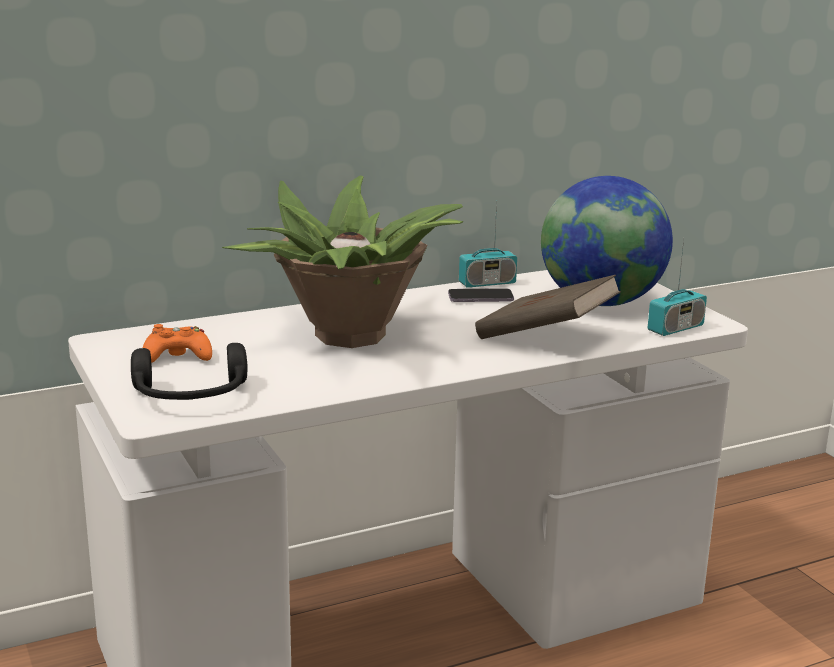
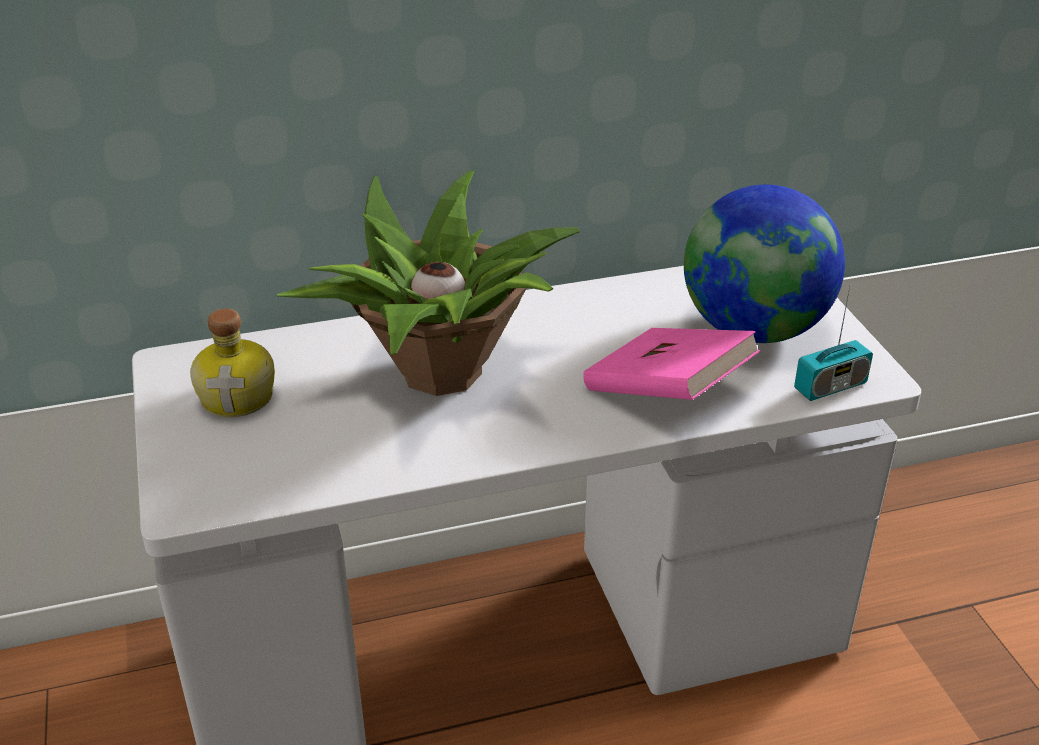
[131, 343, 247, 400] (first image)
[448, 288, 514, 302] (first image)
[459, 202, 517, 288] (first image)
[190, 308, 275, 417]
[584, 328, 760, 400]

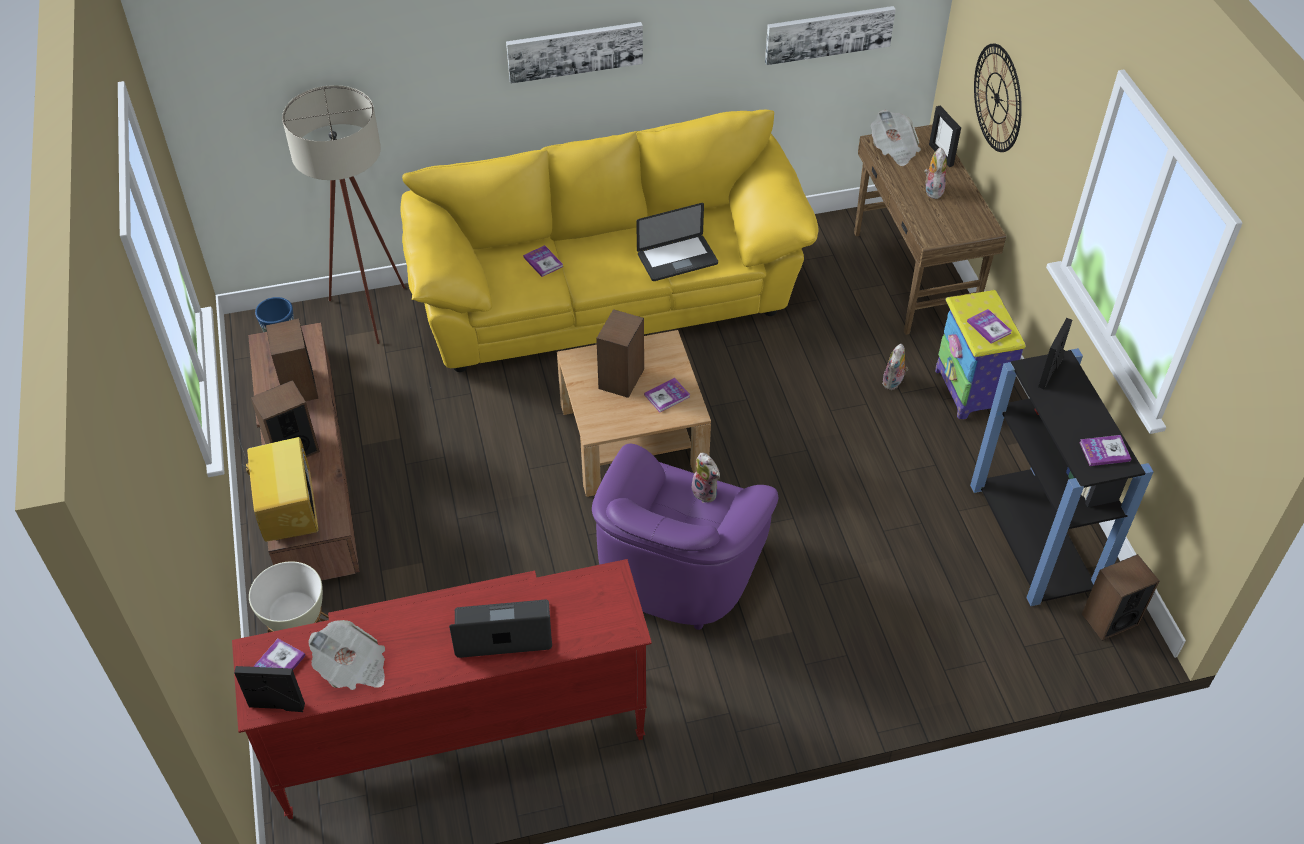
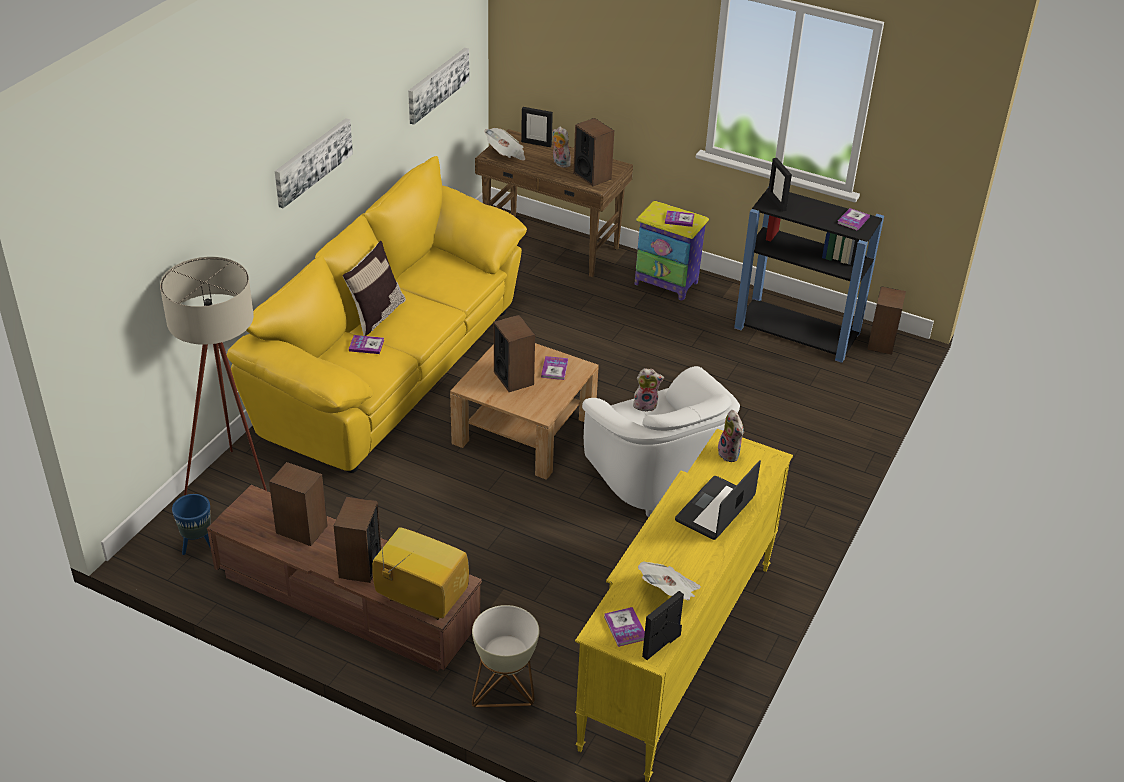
[636, 203, 718, 281] (first image)
[974, 43, 1022, 152] (first image)
[343, 241, 406, 336]
[573, 118, 614, 186]
[718, 410, 744, 462]
[575, 429, 793, 782]
[582, 366, 740, 517]

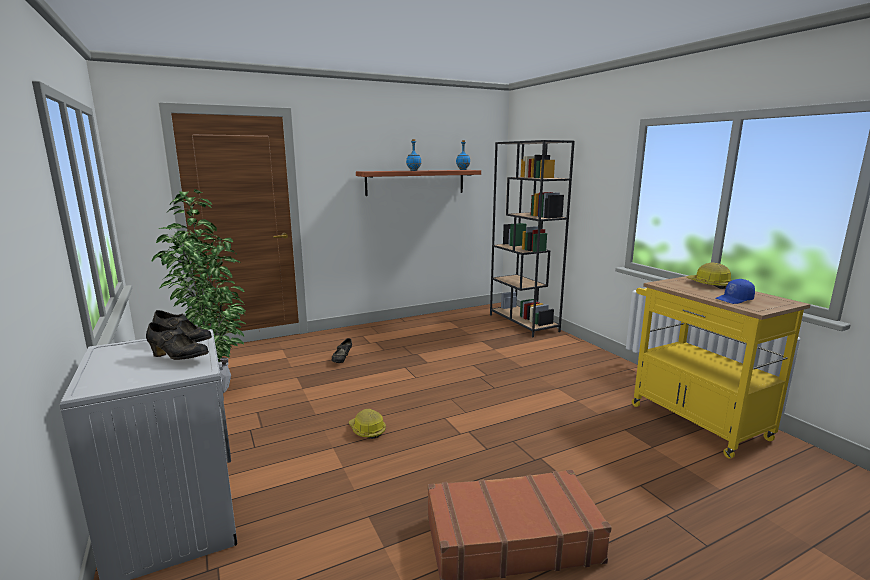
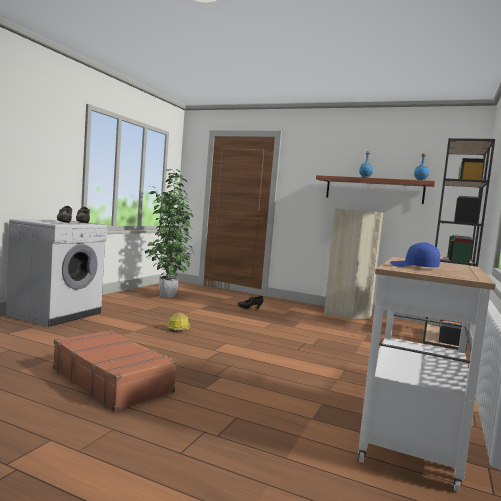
[686, 263, 731, 289] (first image)
[324, 208, 383, 319]
[357, 257, 496, 492]

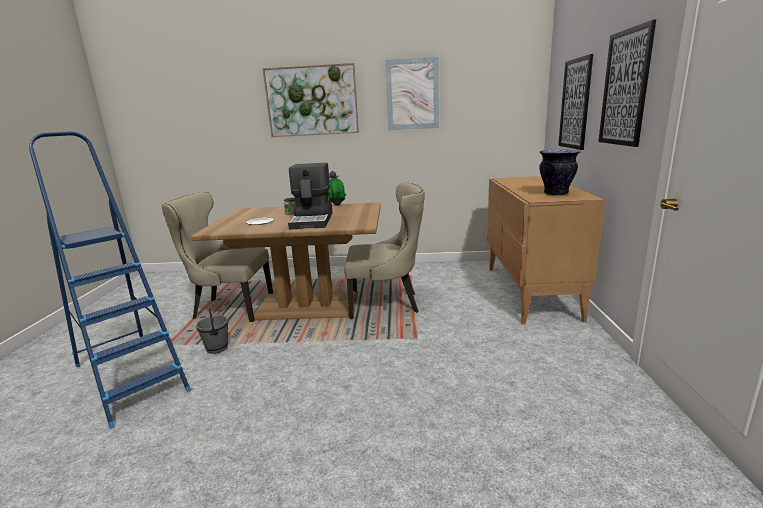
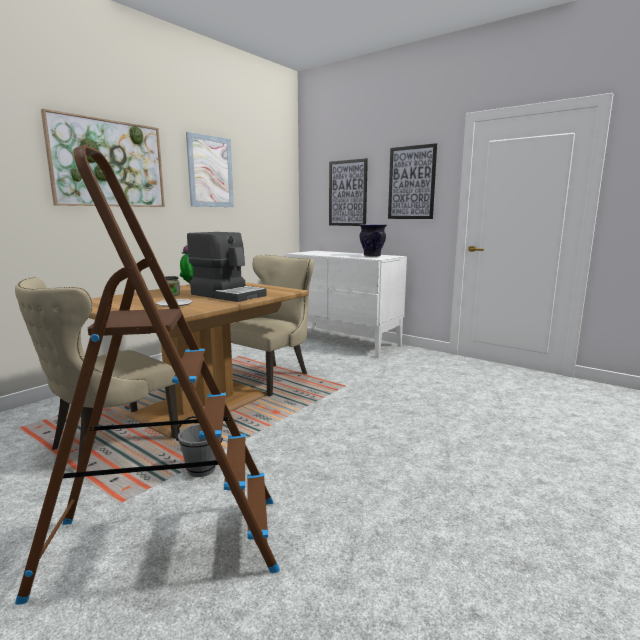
[15, 145, 280, 605]
[285, 251, 407, 357]

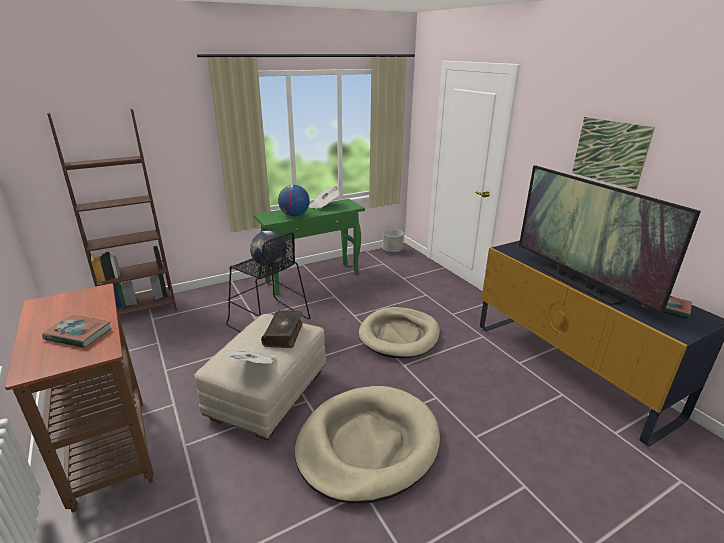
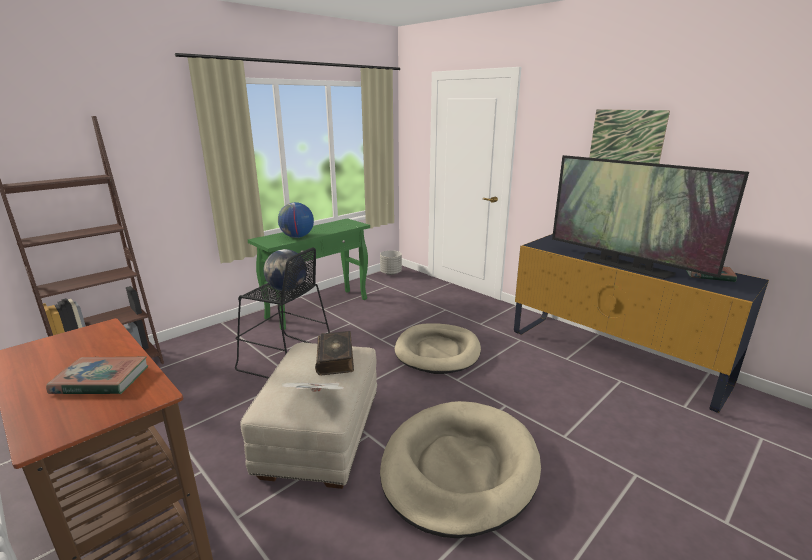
[309, 186, 340, 209] (first image)

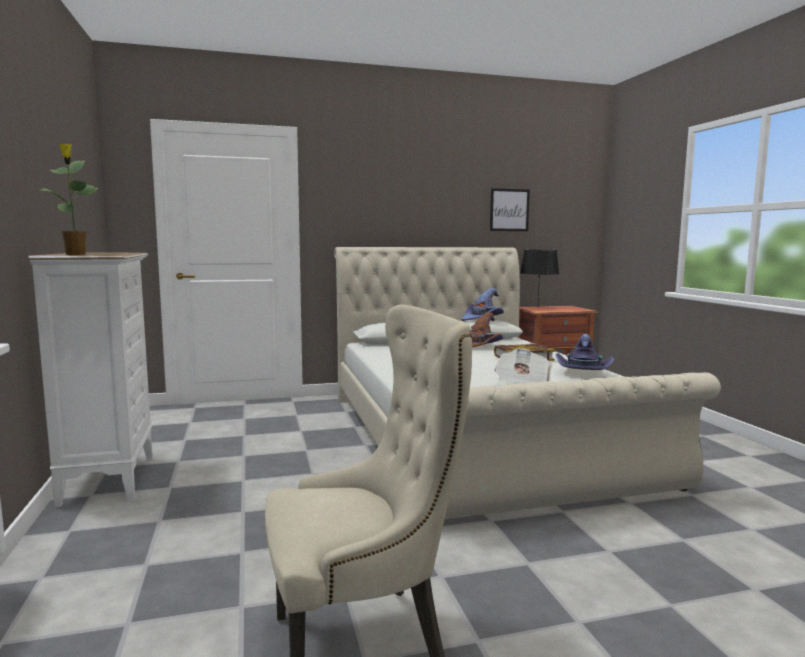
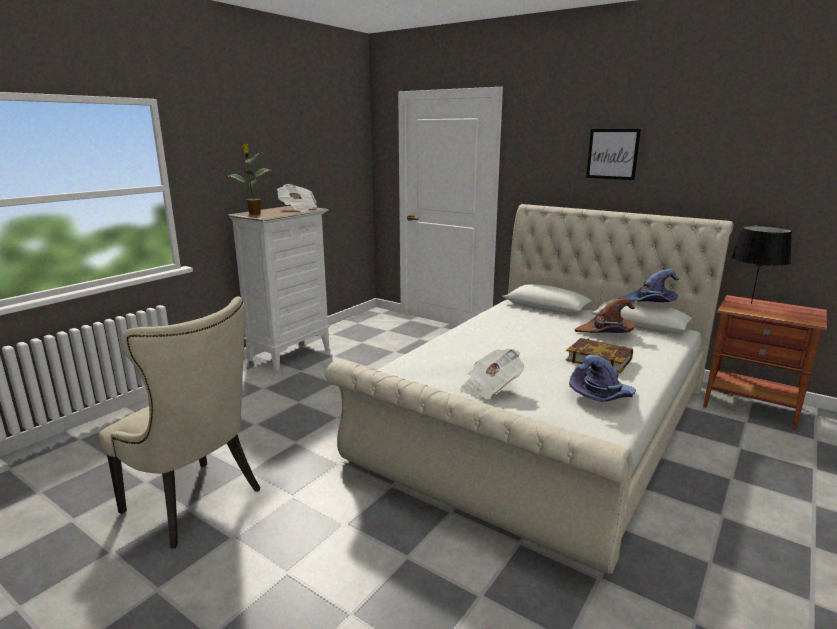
[277, 184, 317, 211]
[586, 129, 641, 180]

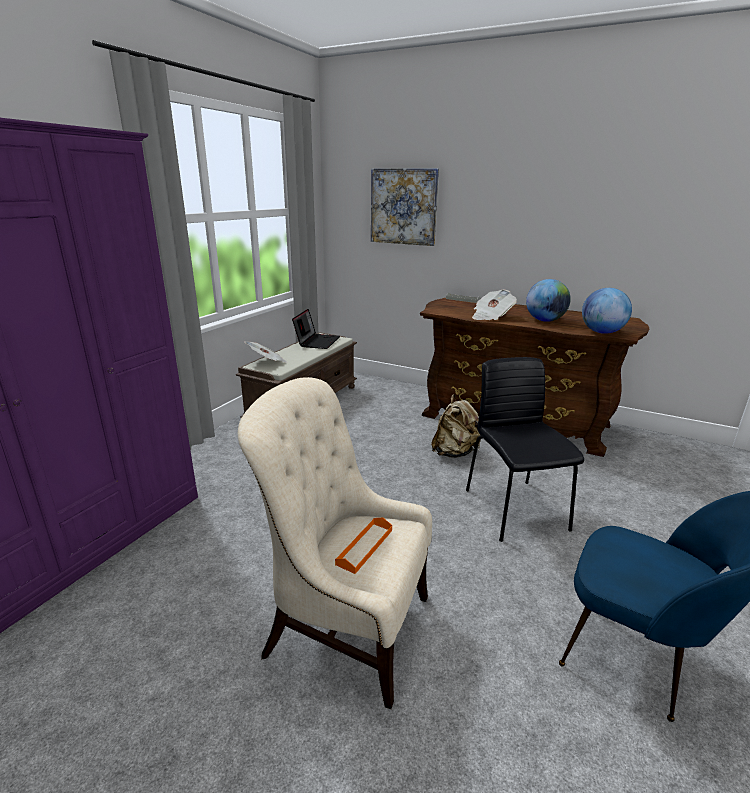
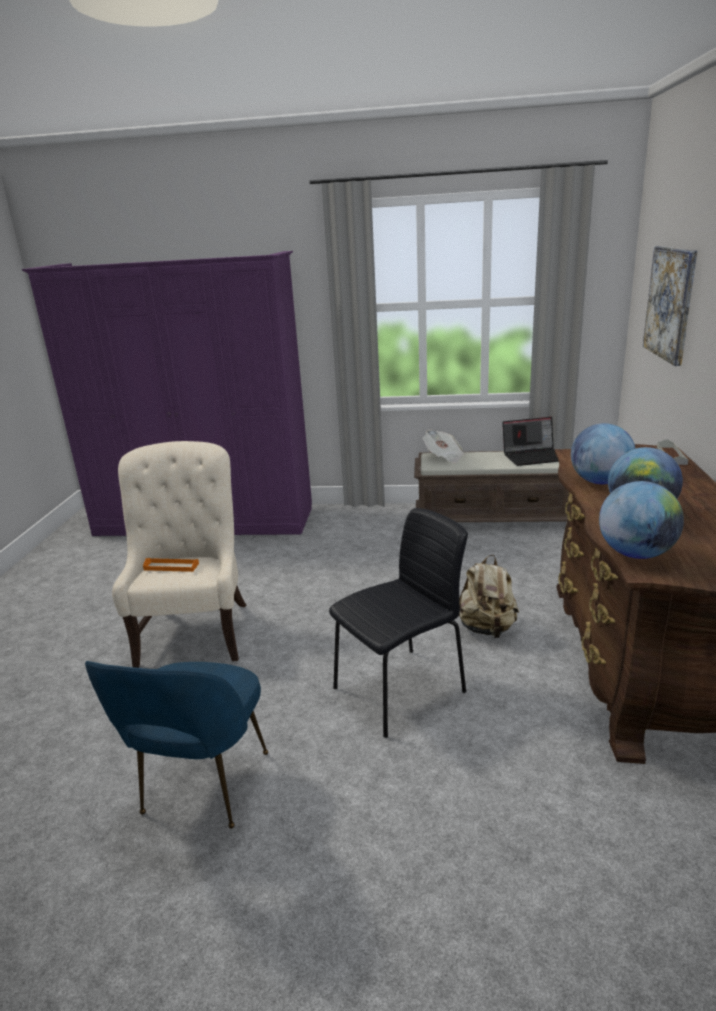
[571, 423, 635, 484]

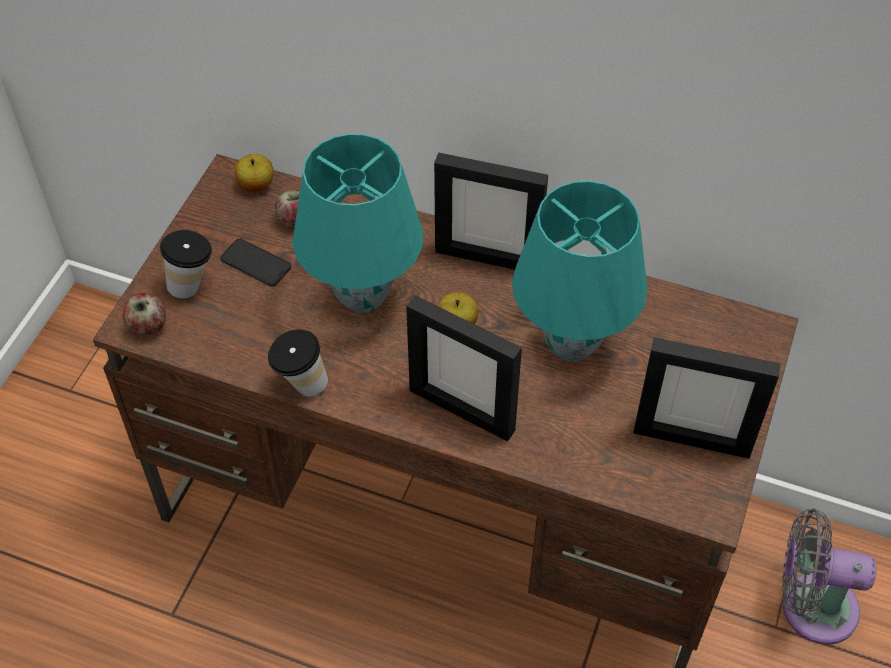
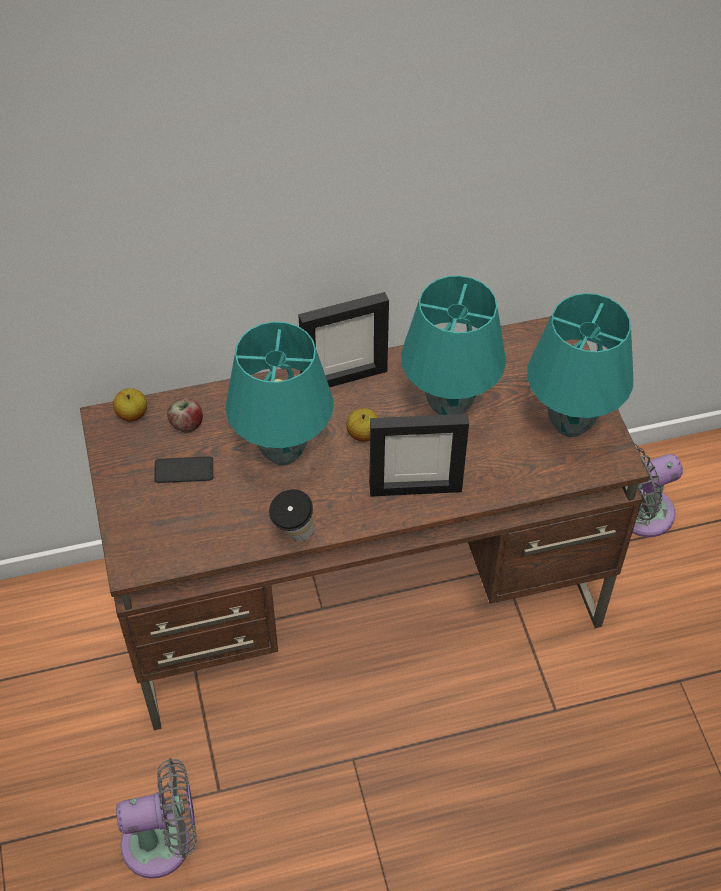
[123, 293, 166, 336] (first image)
[160, 230, 212, 298] (first image)
[116, 758, 197, 878]
[527, 293, 633, 437]

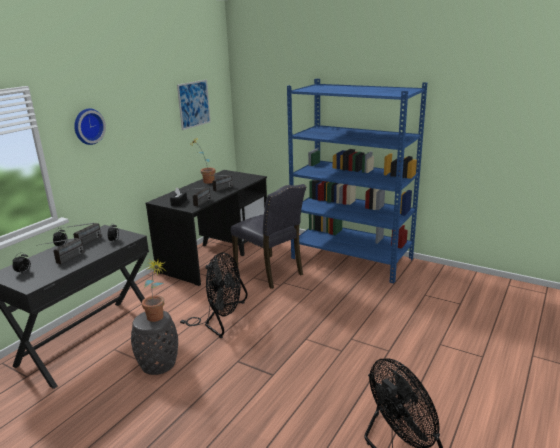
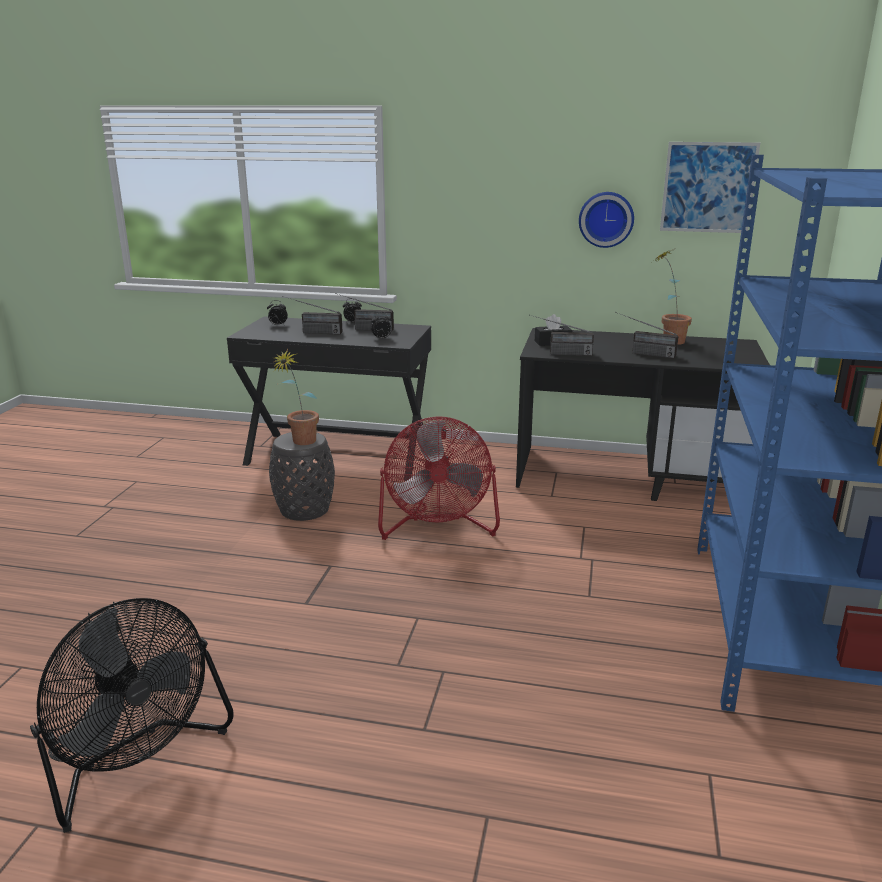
[231, 184, 306, 289] (first image)
[579, 192, 634, 248]
[378, 417, 500, 540]

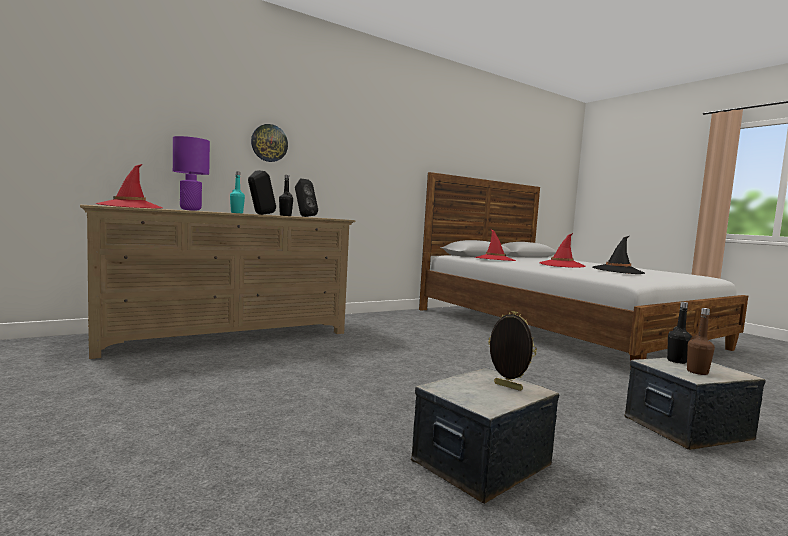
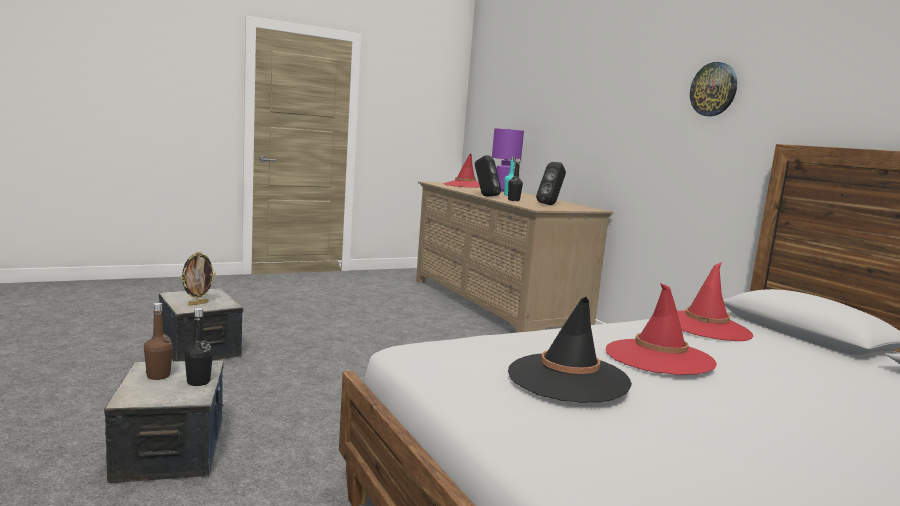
[690, 62, 737, 116]

